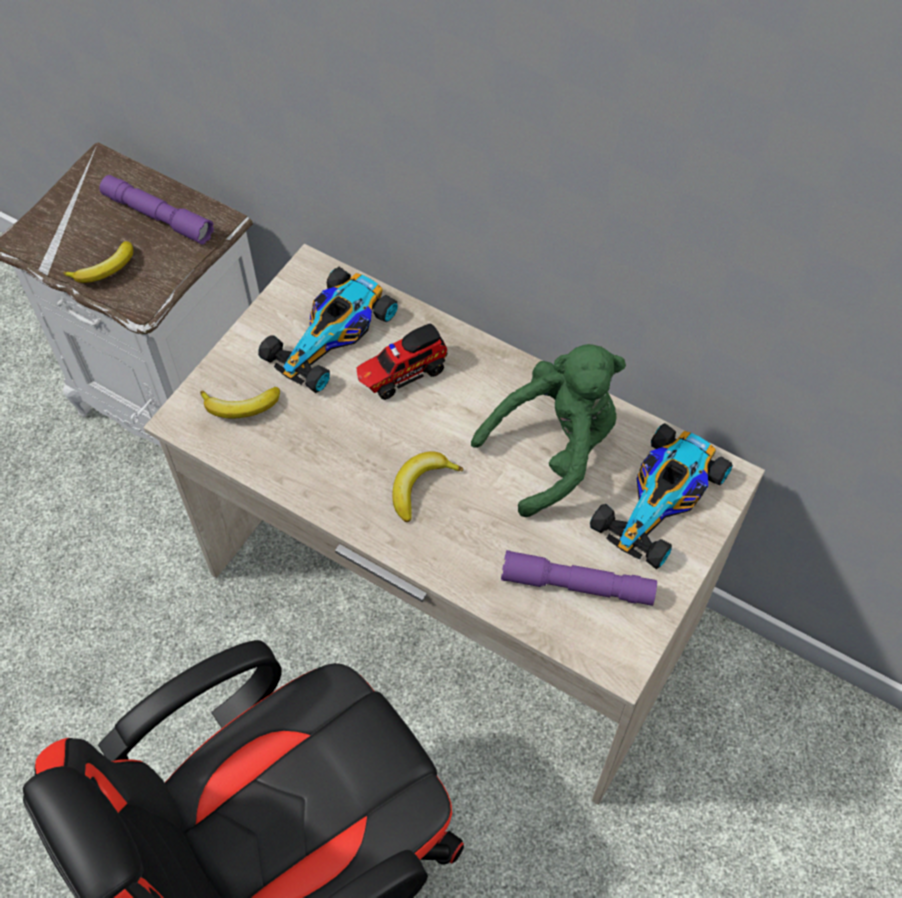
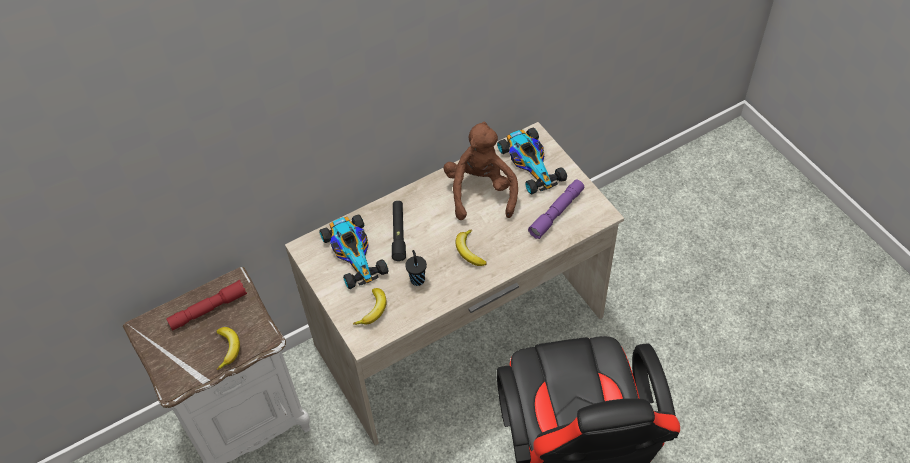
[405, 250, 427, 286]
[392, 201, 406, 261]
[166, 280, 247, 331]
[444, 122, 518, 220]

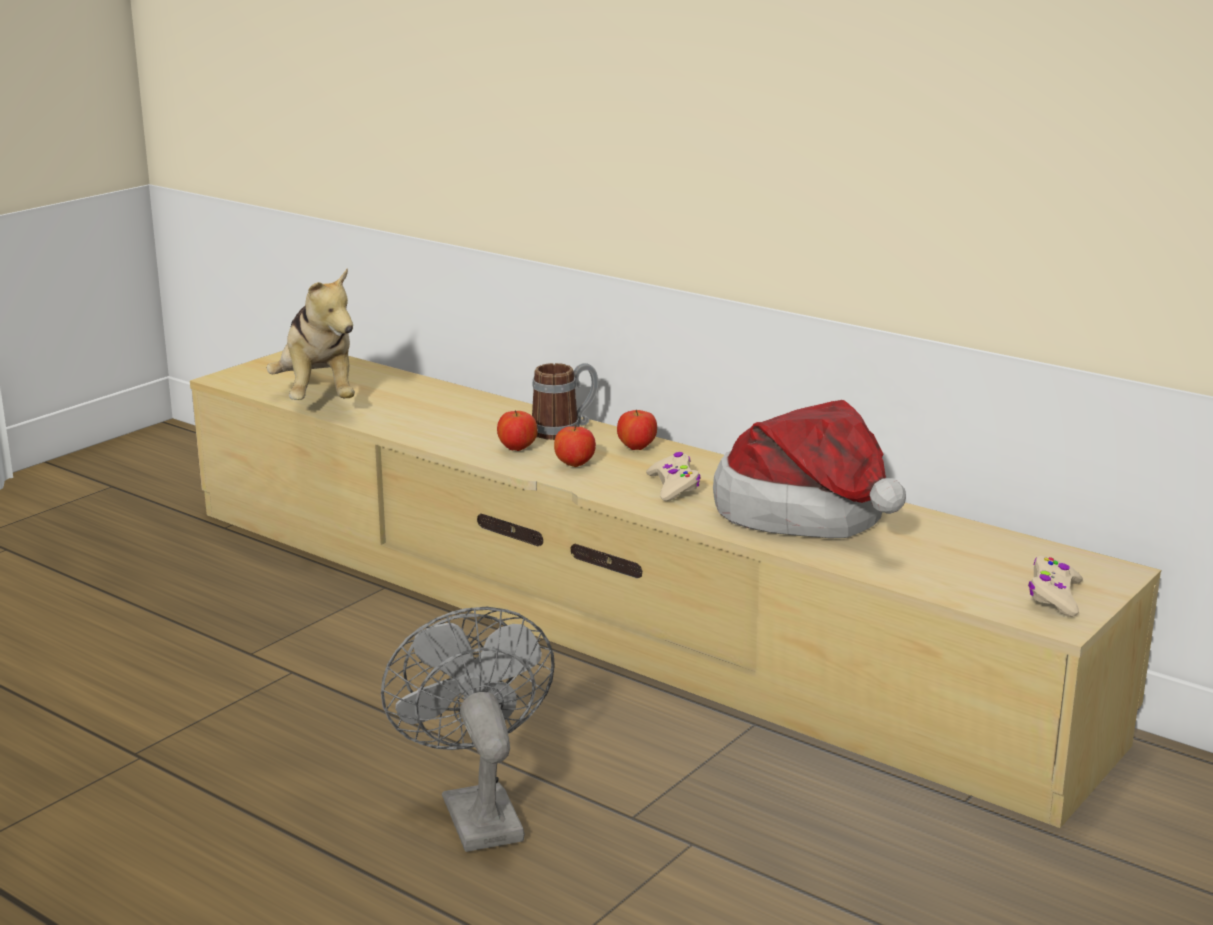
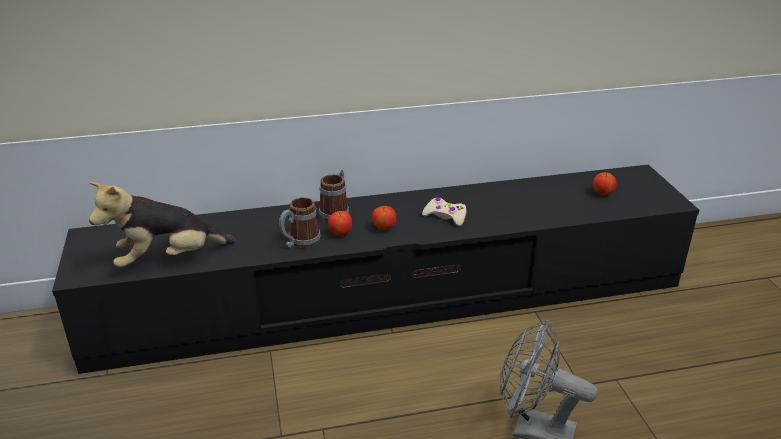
[713, 400, 906, 538] (first image)
[1028, 556, 1083, 617] (first image)
[279, 197, 321, 248]
[593, 172, 617, 196]
[52, 165, 699, 374]
[89, 182, 237, 267]

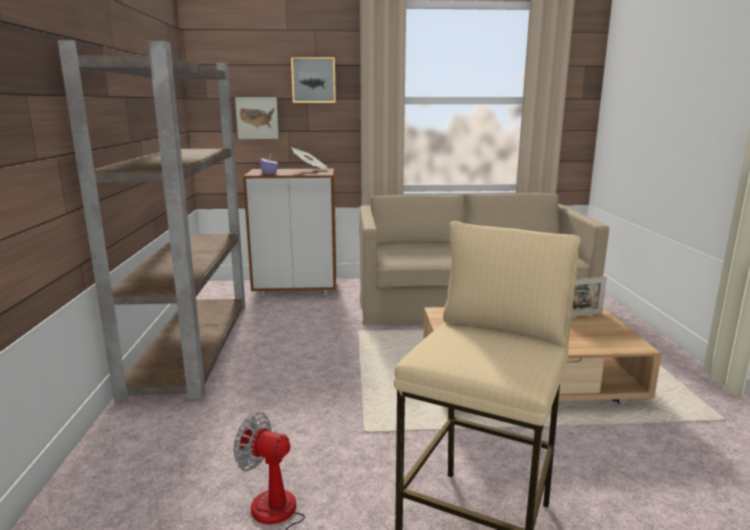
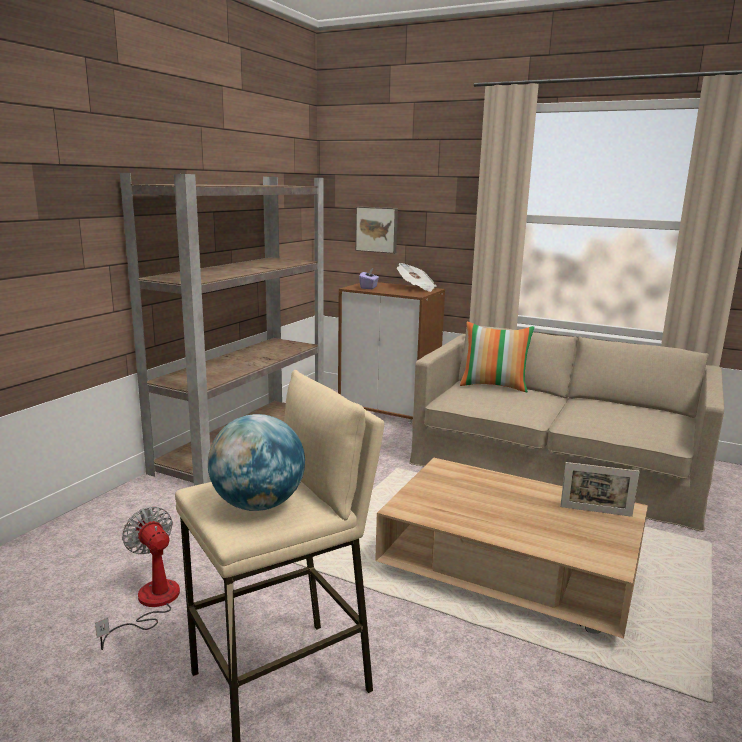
[291, 57, 336, 103] (first image)
[208, 414, 305, 511]
[460, 322, 535, 392]

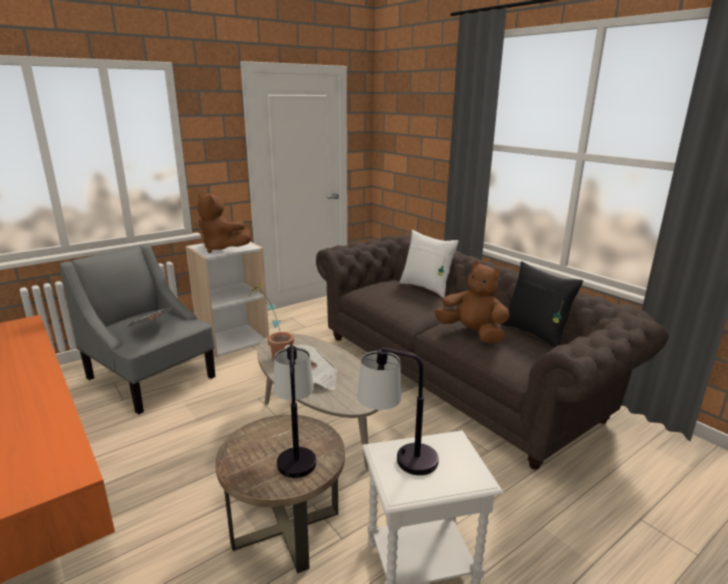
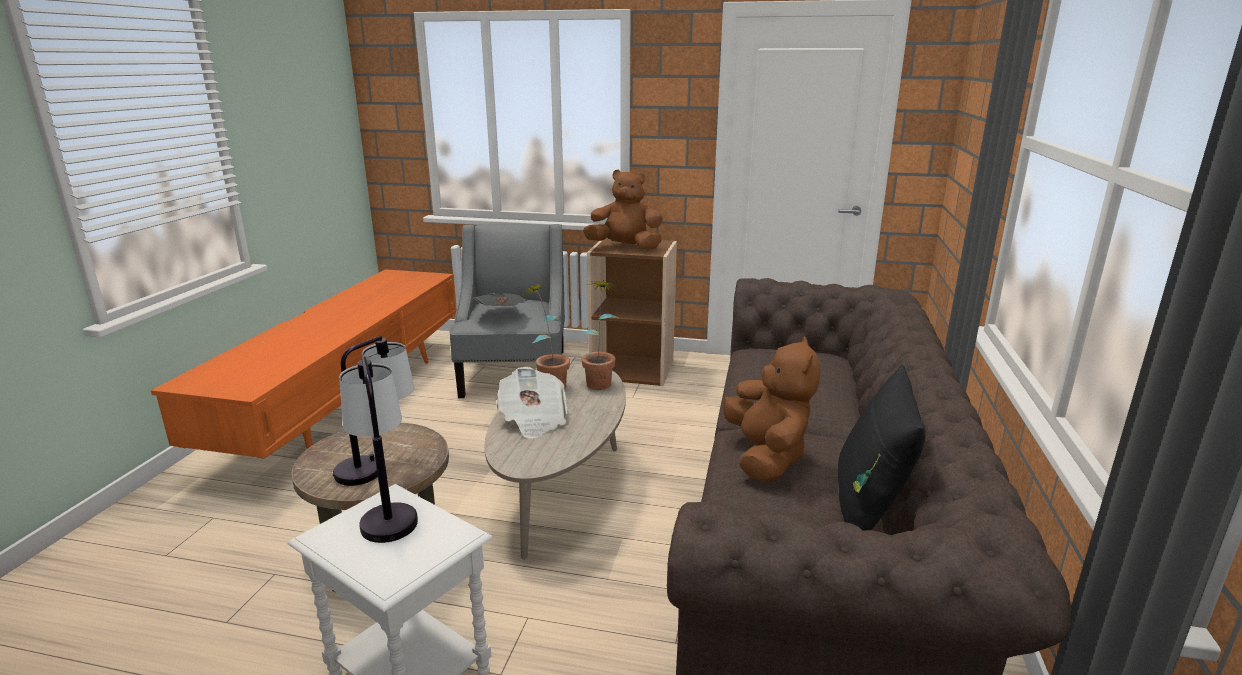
[399, 230, 459, 298] (first image)
[578, 280, 619, 390]
[587, 238, 677, 386]
[583, 169, 663, 250]

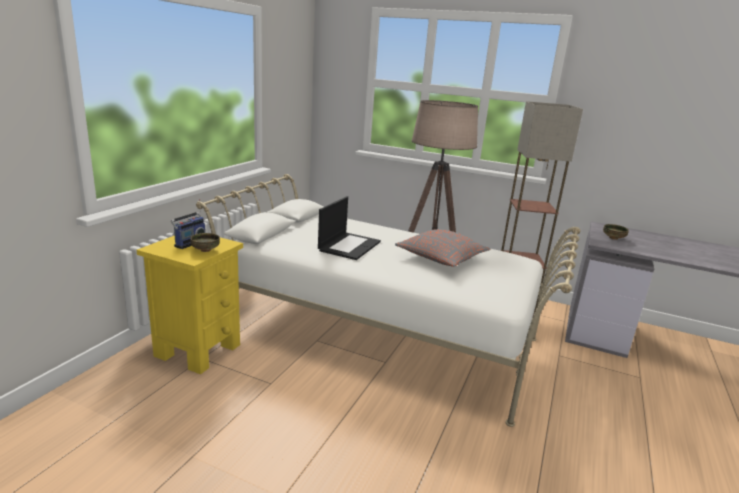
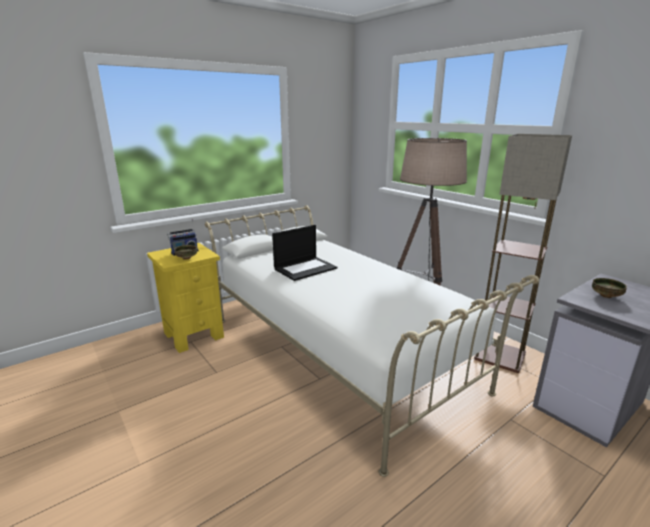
[395, 229, 491, 267] (first image)

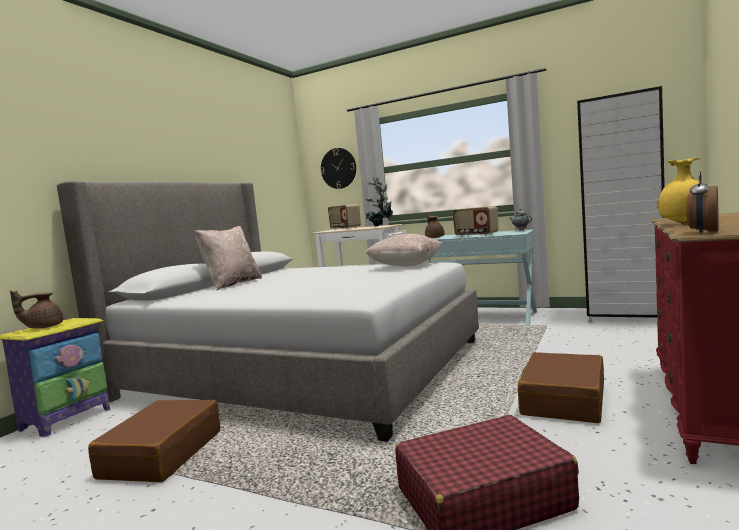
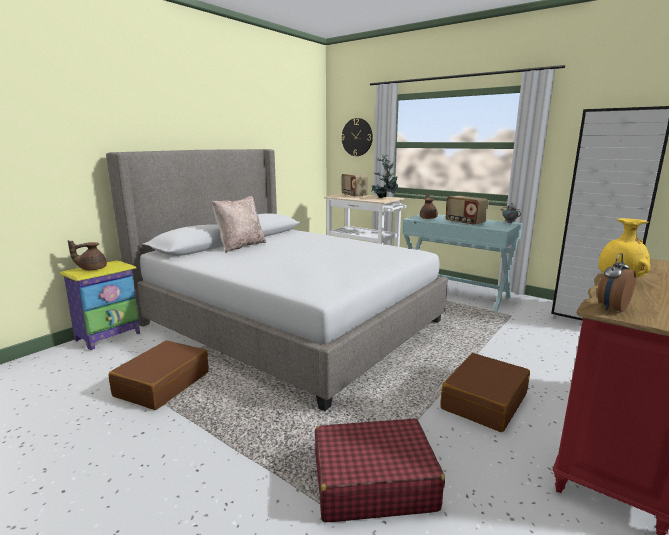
[365, 234, 443, 266] (first image)

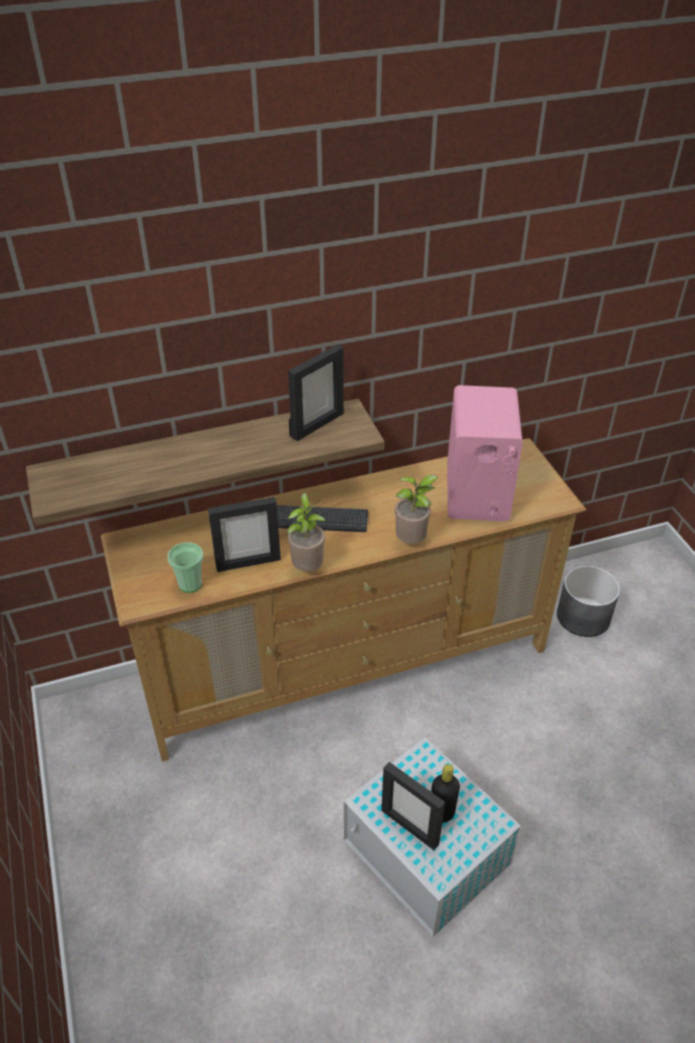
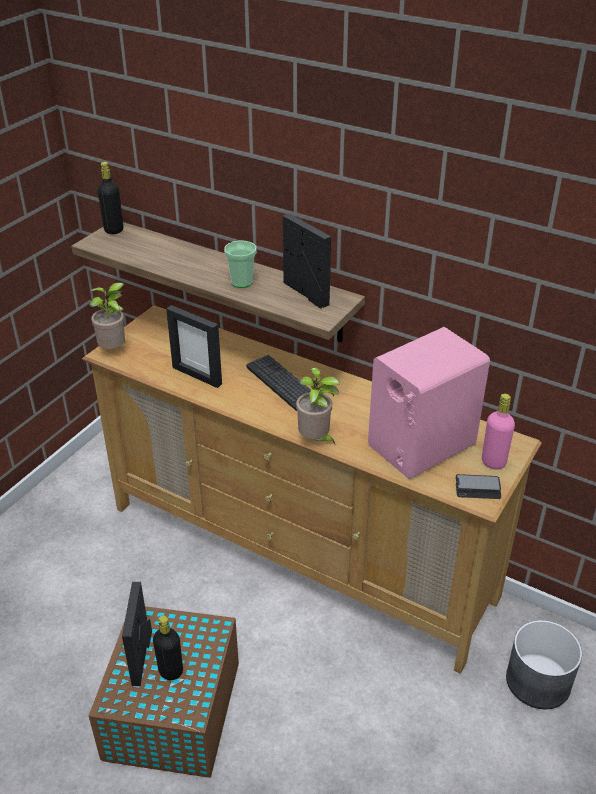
[97, 162, 123, 234]
[456, 474, 501, 499]
[482, 394, 515, 470]
[224, 241, 257, 288]
[89, 282, 126, 349]
[89, 606, 239, 778]
[283, 214, 331, 309]

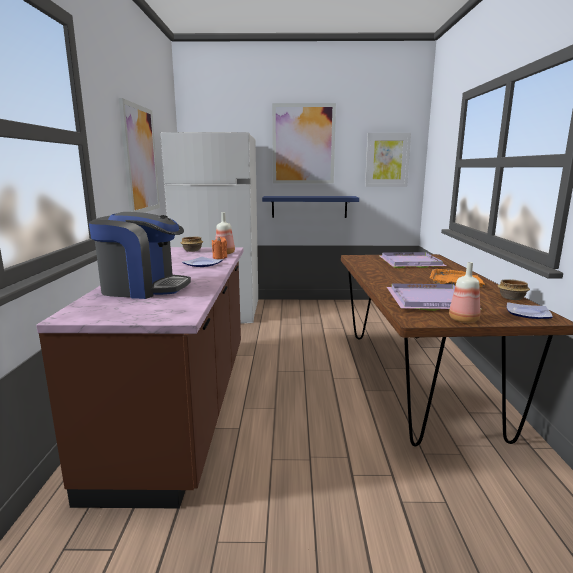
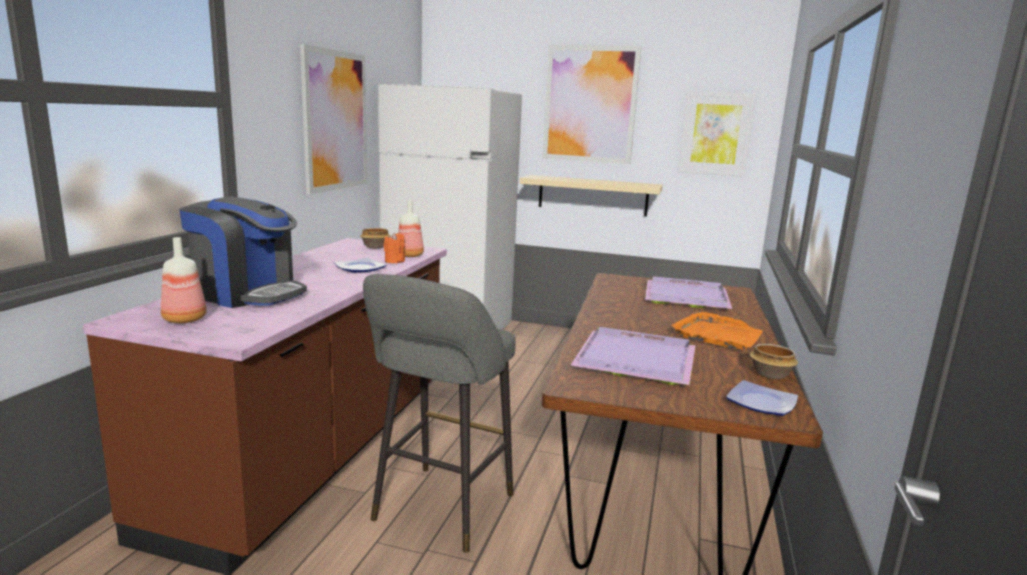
[363, 274, 516, 553]
[161, 237, 207, 323]
[520, 175, 663, 216]

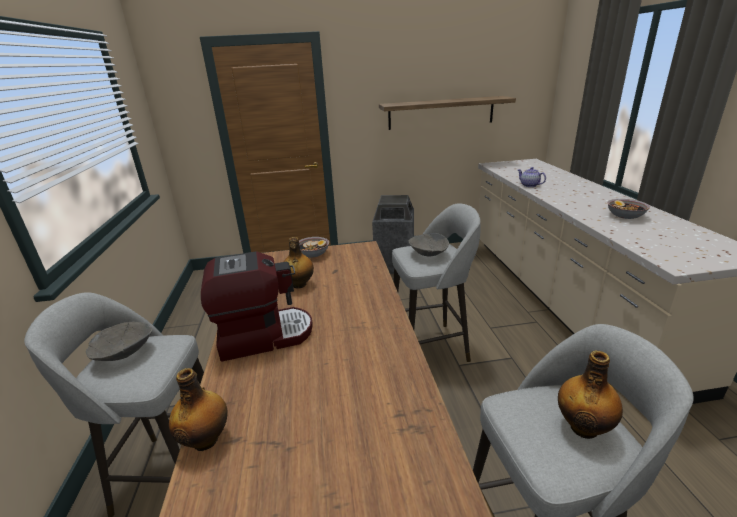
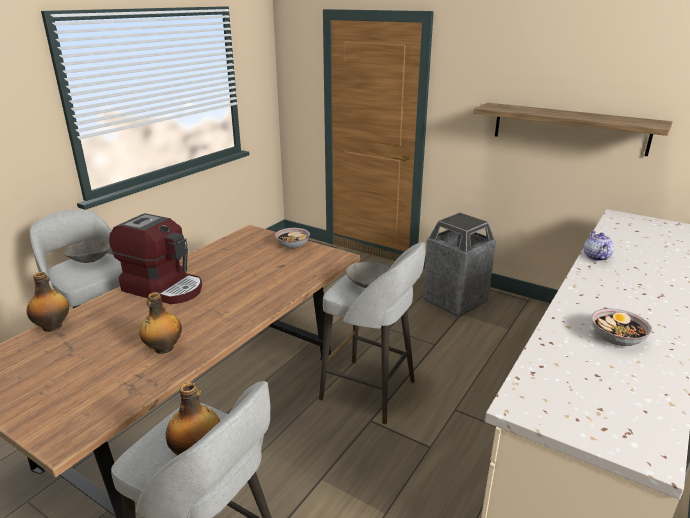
[139, 292, 182, 354]

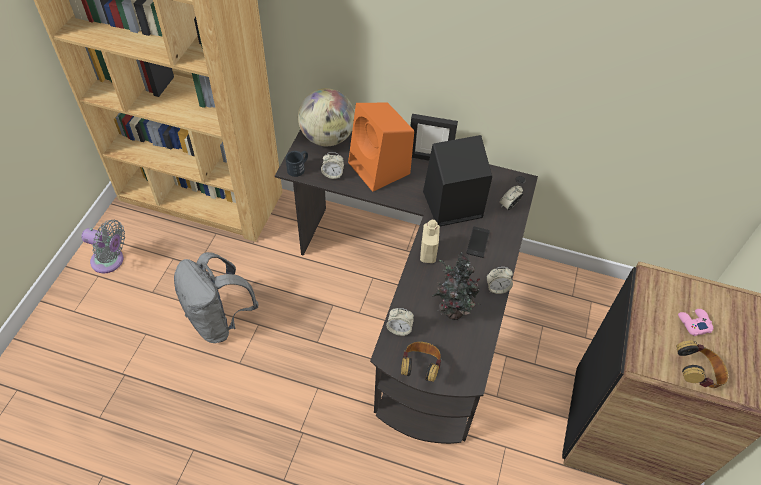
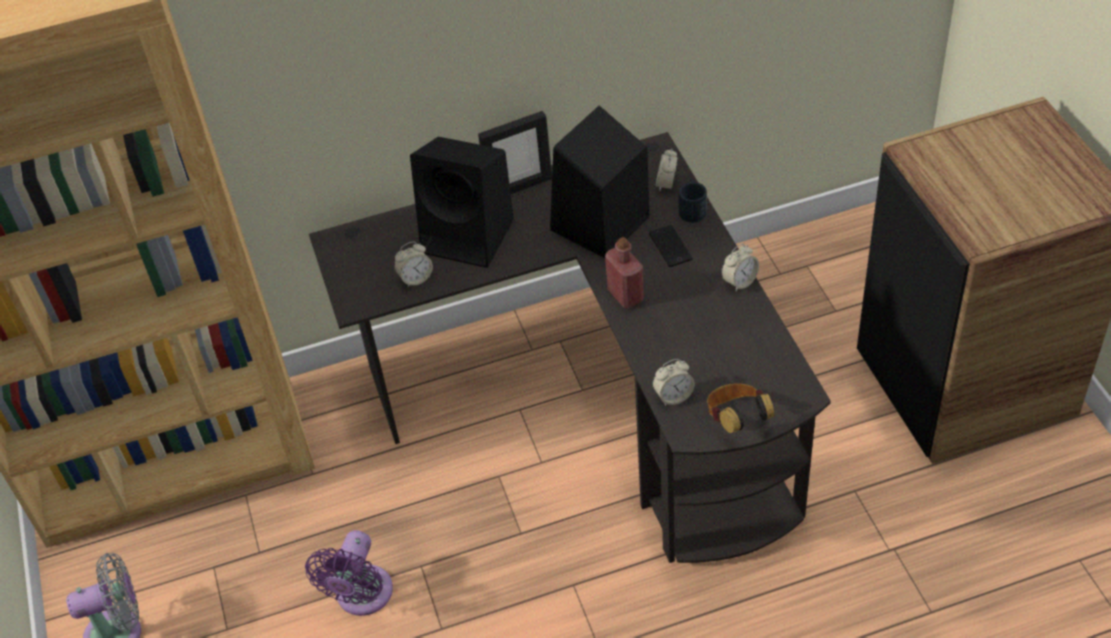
[298, 88, 355, 146] (first image)
[432, 252, 480, 320] (first image)
[676, 340, 728, 388] (first image)
[678, 309, 713, 336] (first image)
[679, 179, 707, 223]
[305, 530, 393, 616]
[410, 137, 514, 268]
[605, 237, 644, 308]

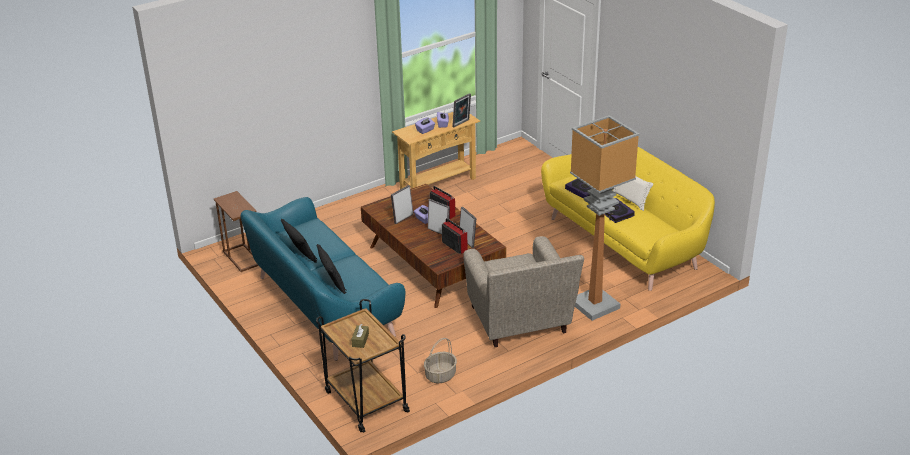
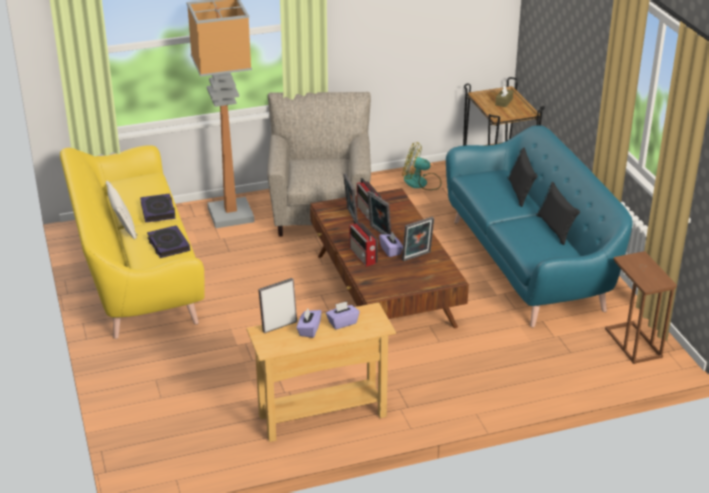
[402, 142, 441, 190]

